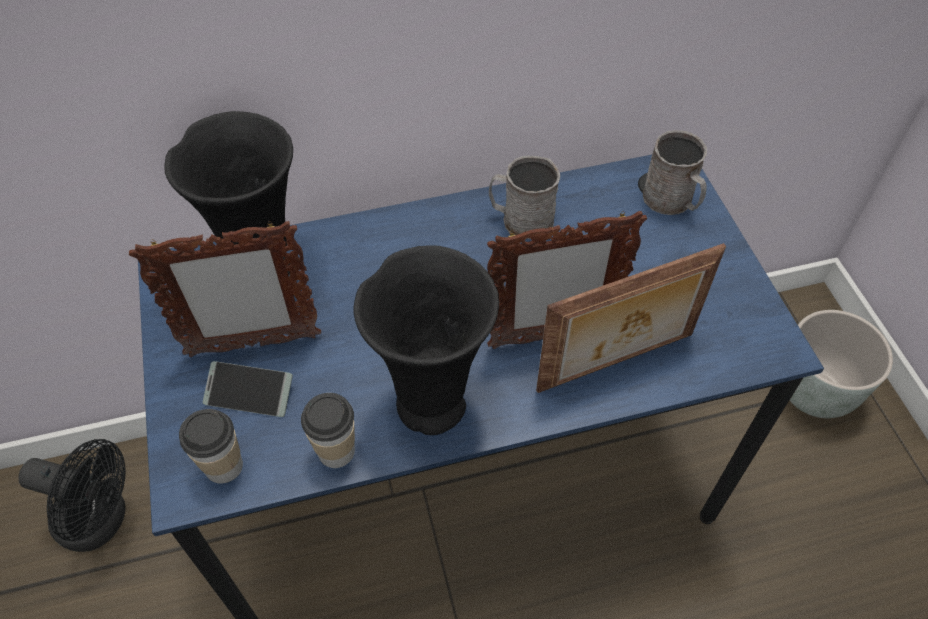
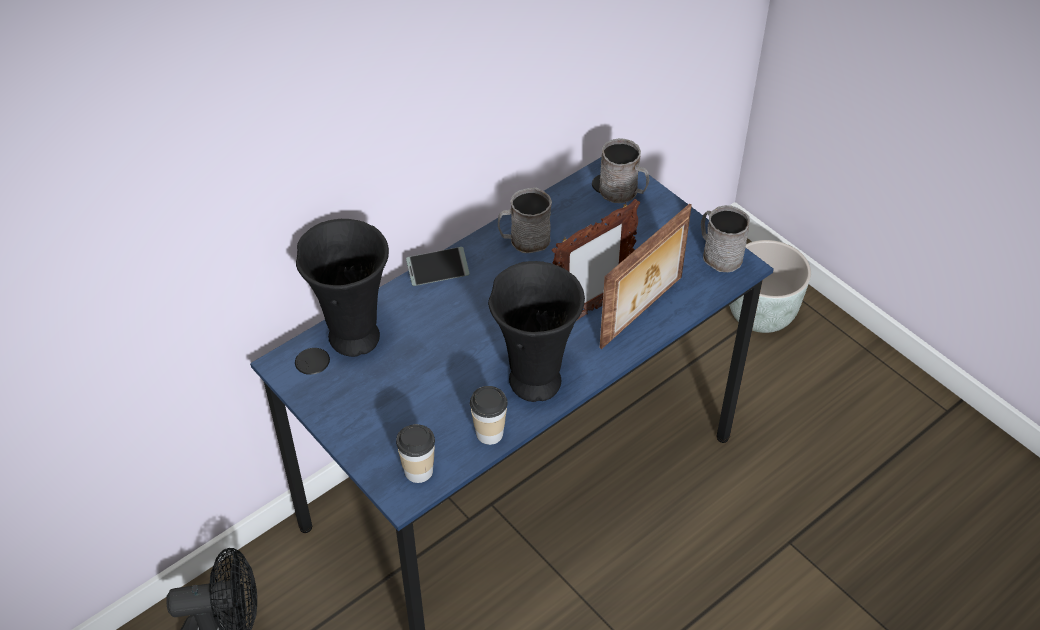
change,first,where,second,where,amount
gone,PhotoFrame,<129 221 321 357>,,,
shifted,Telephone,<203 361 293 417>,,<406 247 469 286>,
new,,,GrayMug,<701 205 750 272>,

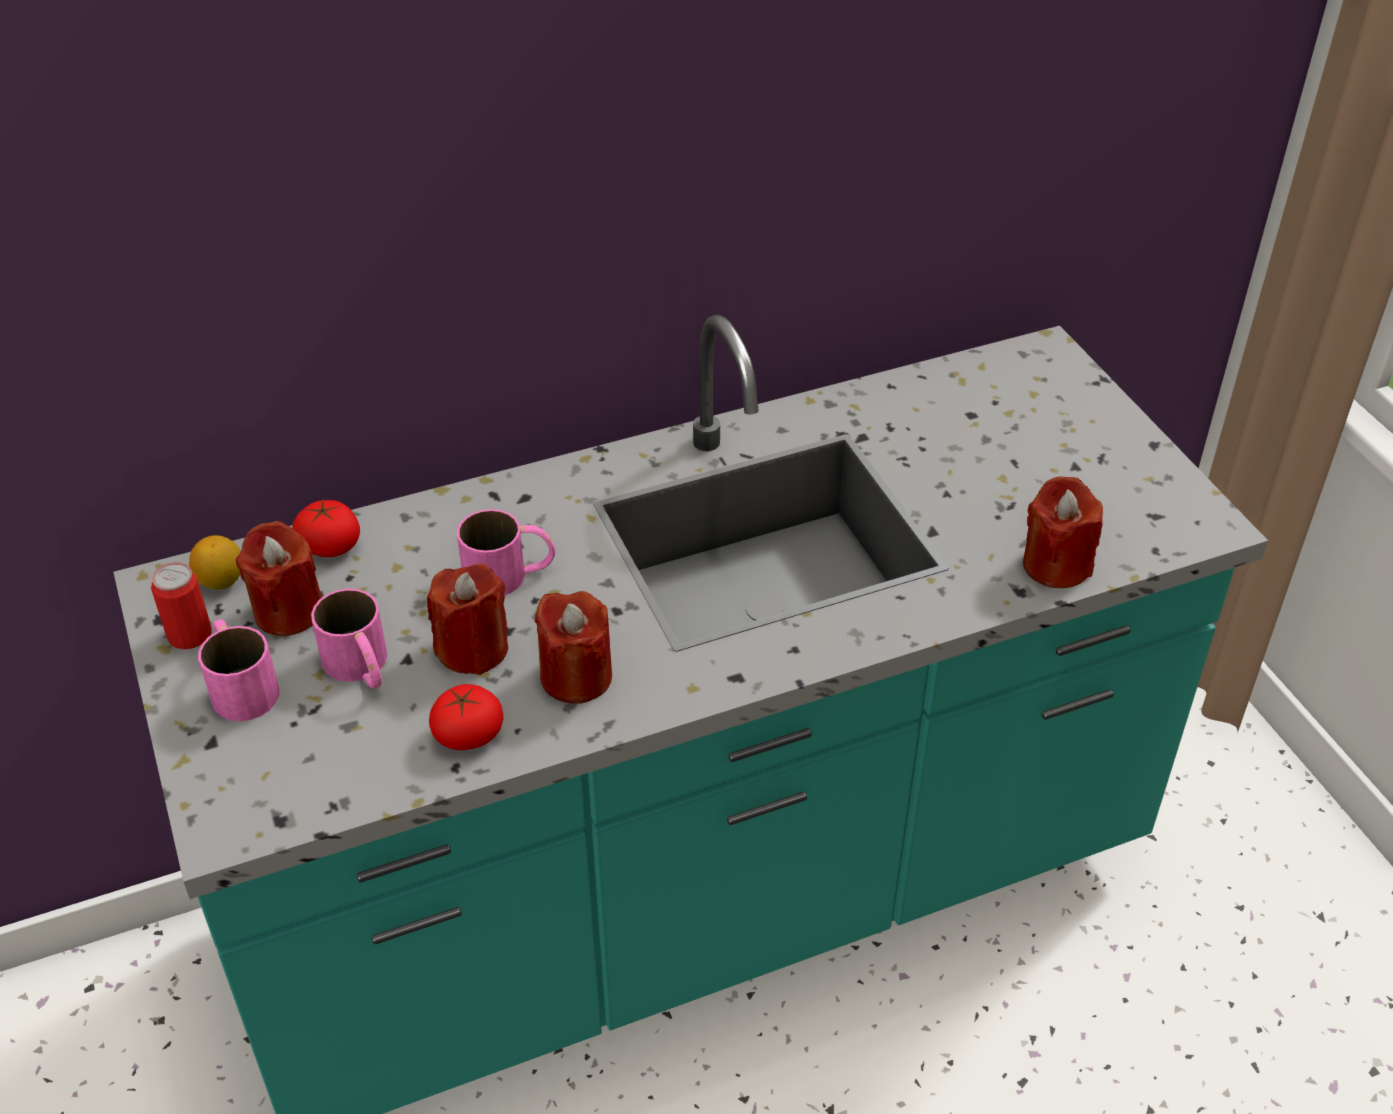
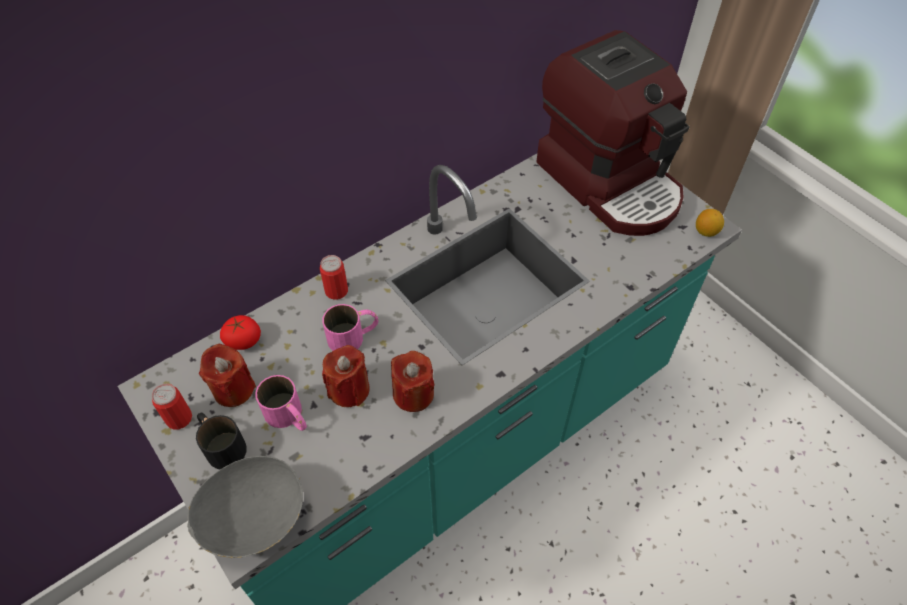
change,first,where,second,where,amount
gone,RedWaxCandle,<1023 476 1103 588>,,,
shifted,WholeLemon,<189 535 241 590>,,<696 209 724 237>,
repainted,PinkColouredMug,<198 619 279 721>,BlackishMug,<196 412 247 469>,
gone,Tomato,<429 684 503 750>,,,
new,,,CoffeeMaker,<536 30 690 236>,
new,,,Can,<320 255 348 300>,
new,,,GrayServingBowl,<187 456 303 558>,

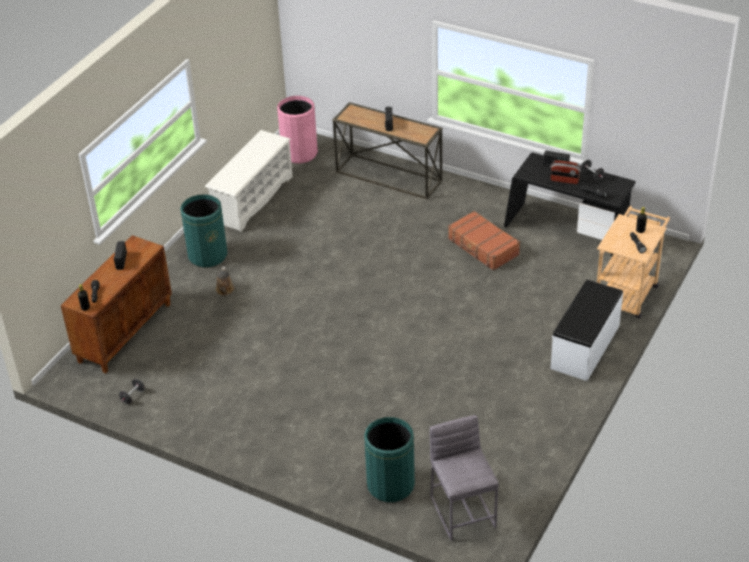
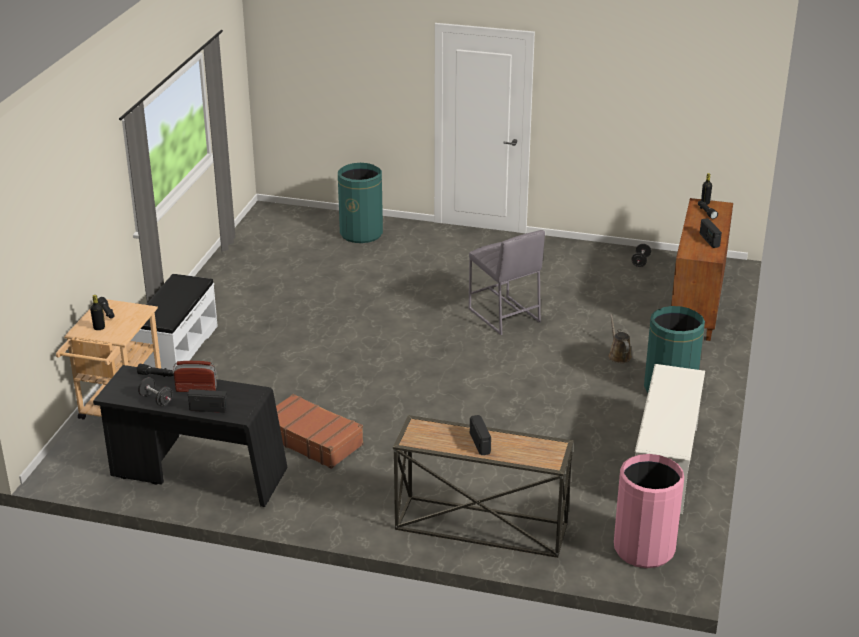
change,first,where,second,where,amount
shifted,GraySittingStool,<430 415 499 540>,,<469 230 545 335>,

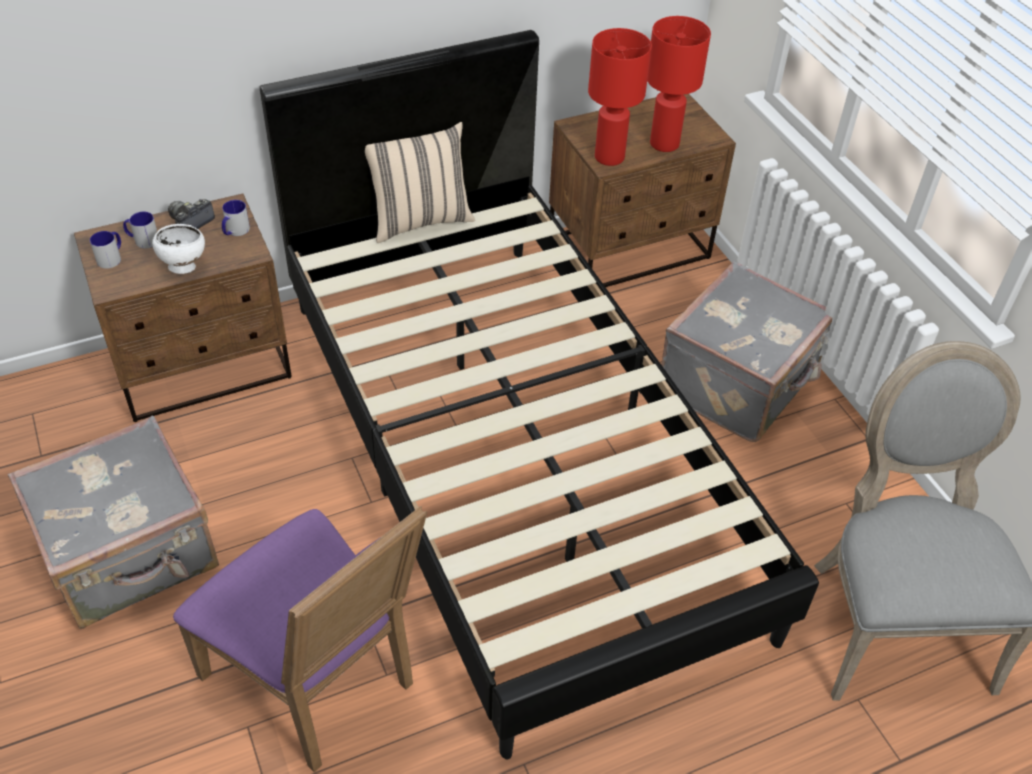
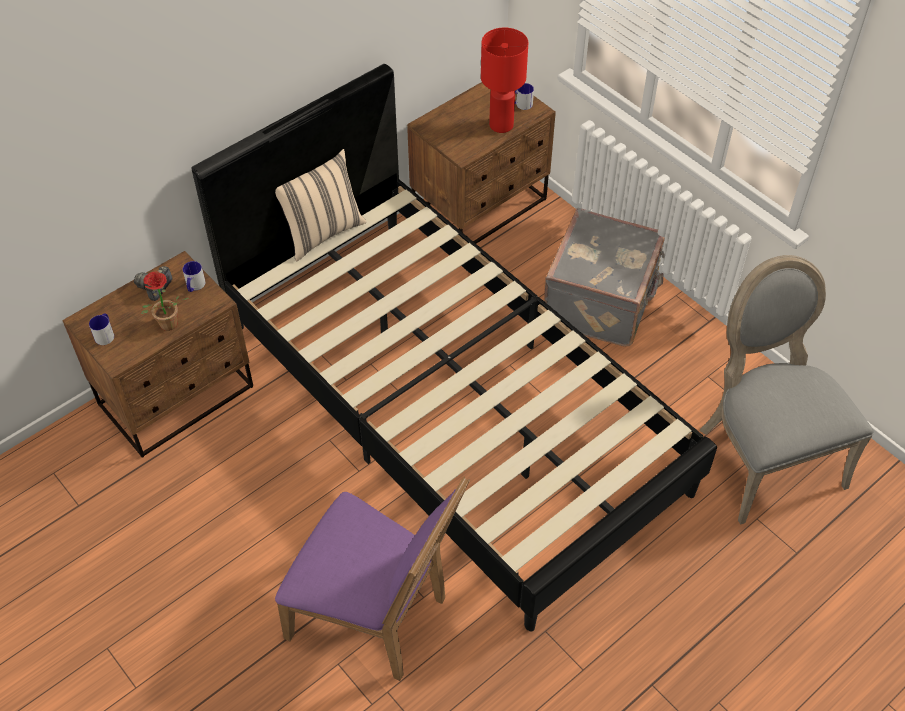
change,first,where,second,where,amount
gone,RedLampForATable,<588 28 652 166>,,,
shifted,Mug,<123 212 157 248>,,<515 83 534 110>,
swapped,WhiteServingBowl,<152 224 205 274>,PottedPlant,<141 271 189 331>,
gone,GraySuitcase,<8 415 219 629>,,,

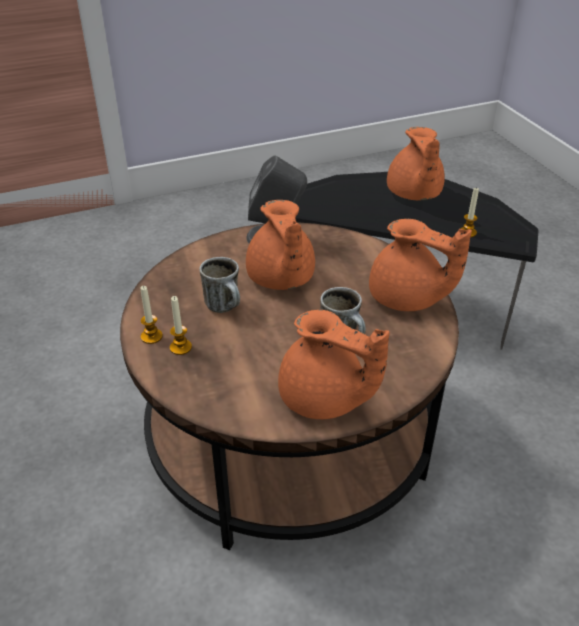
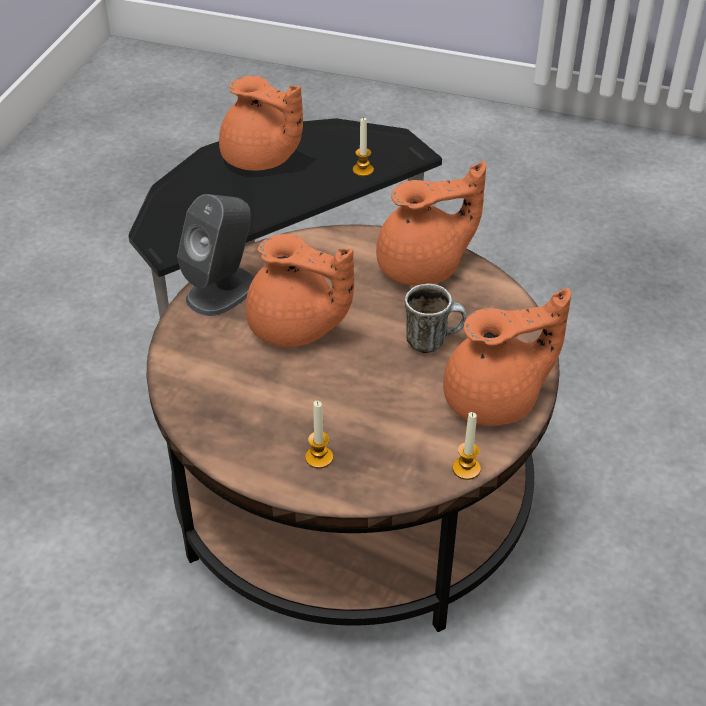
change,first,where,second,where,amount
gone,Mug,<200 257 240 313>,,,
shifted,WaxCandle,<140 286 163 344>,,<453 412 481 480>,

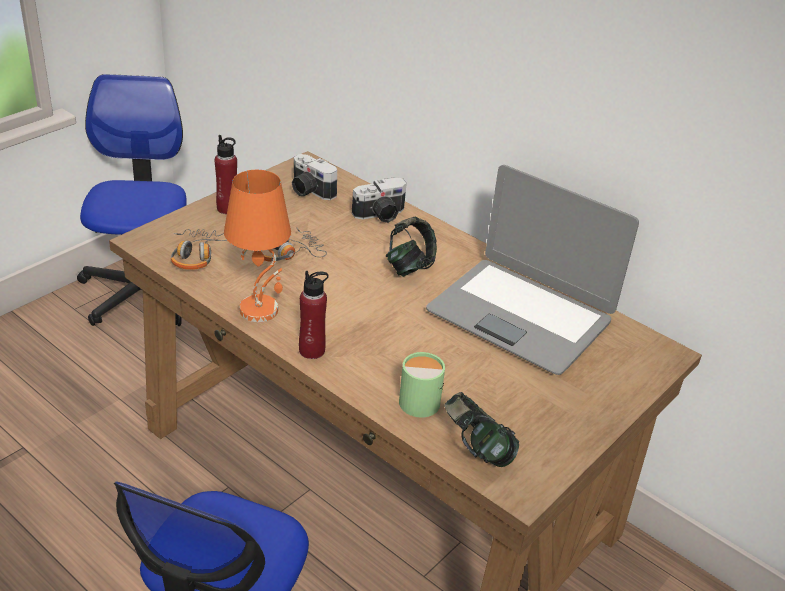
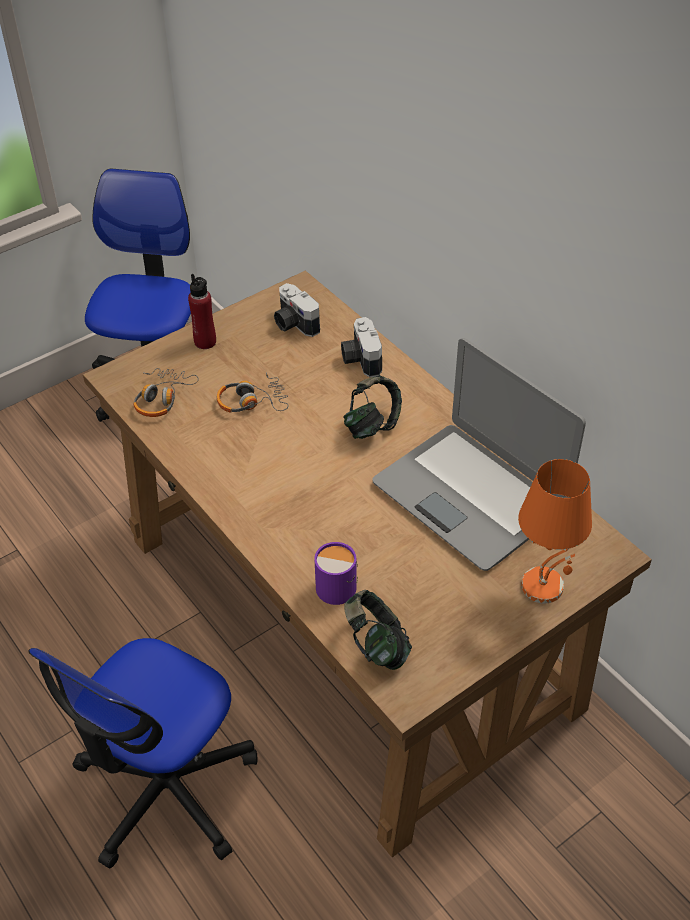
change,first,where,second,where,amount
shifted,OrangeLampForATable,<224 170 291 322>,,<518 459 592 603>,
rotated,PhotoCamera,<352 177 407 223>,,<341 317 382 377>,90 degrees clockwise
gone,RedBottle,<299 271 329 359>,,,
repainted,GreenishMug,<399 352 445 417>,PurpleColouredMug,<314 542 358 605>,

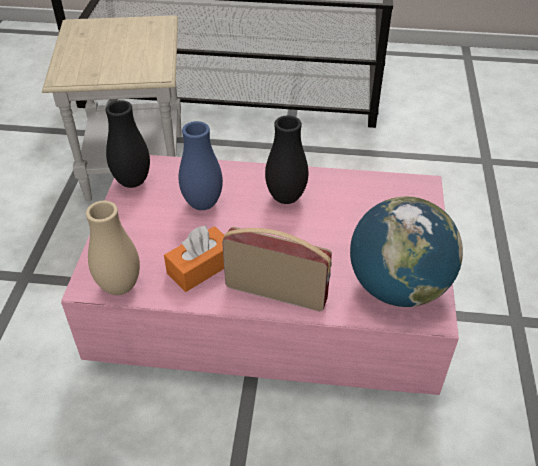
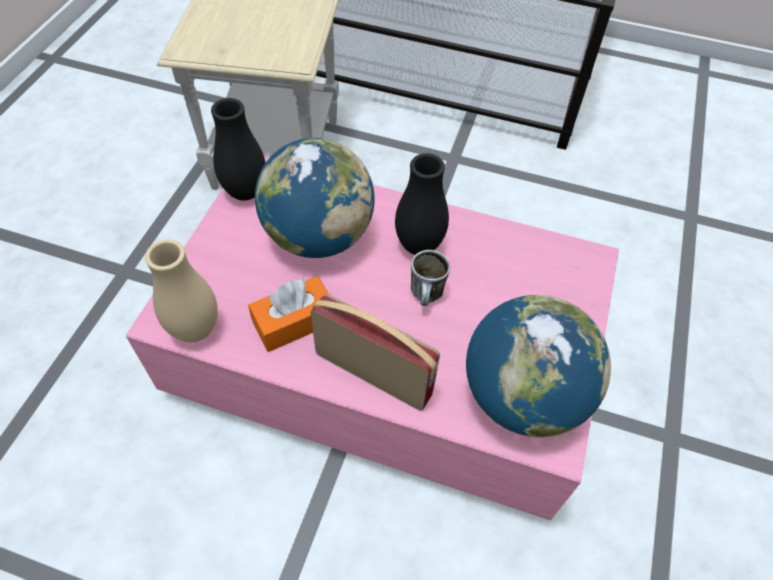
change,first,where,second,where,amount
swapped,BlueFlowerVase,<179 121 223 210>,WorldGlobe,<255 138 375 258>,
new,,,Mug,<411 250 450 306>,

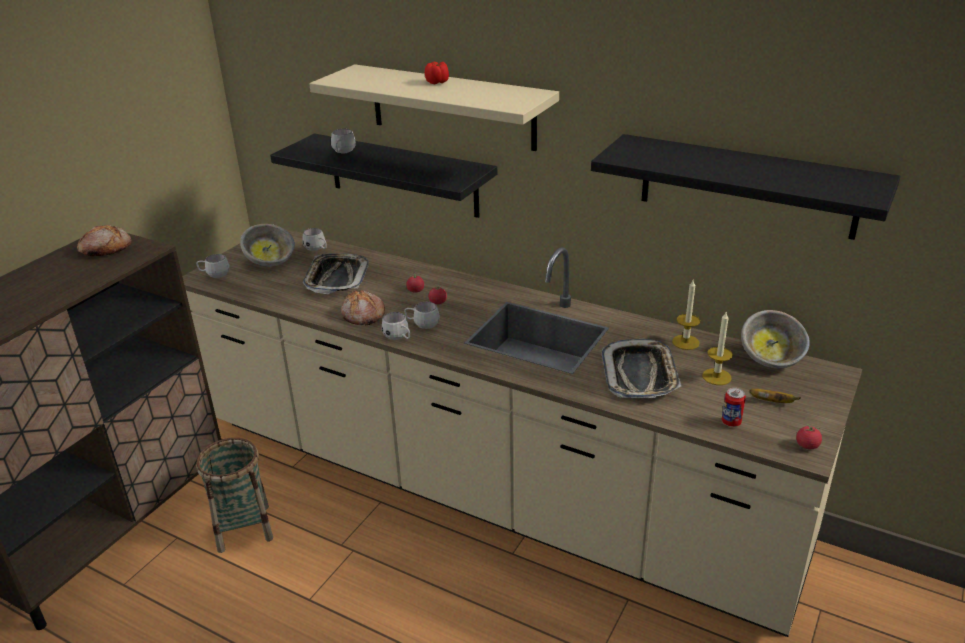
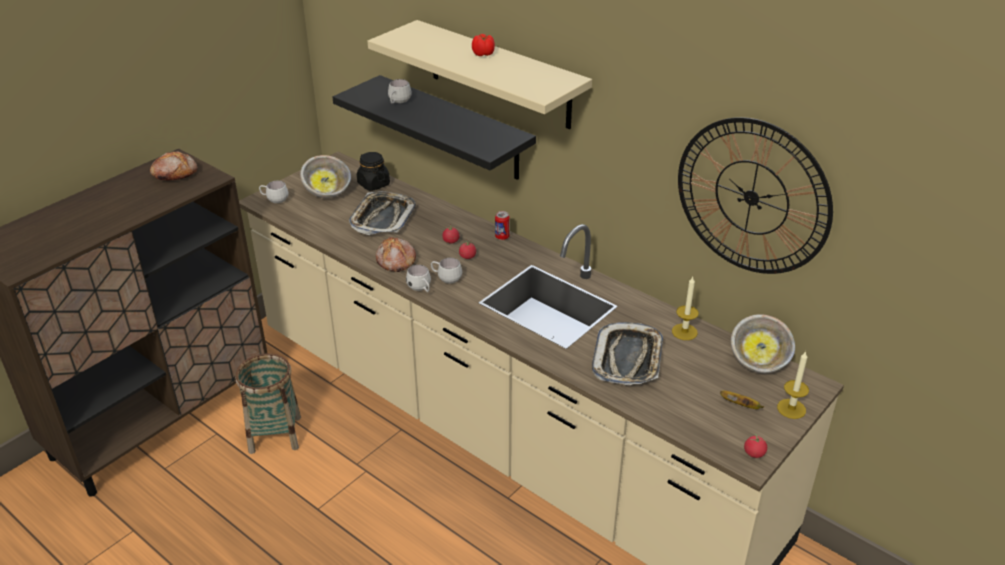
change,first,where,second,where,amount
swapped,BlackishShelf,<591 134 900 240>,WallClock,<678 117 833 274>,
swapped,WhiteMug,<302 228 326 251>,BlackishPreserveJar,<357 152 390 191>,
shifted,WaxCandle,<702 312 733 385>,,<777 351 809 419>,
shifted,Can,<722 388 746 427>,,<495 211 510 240>,

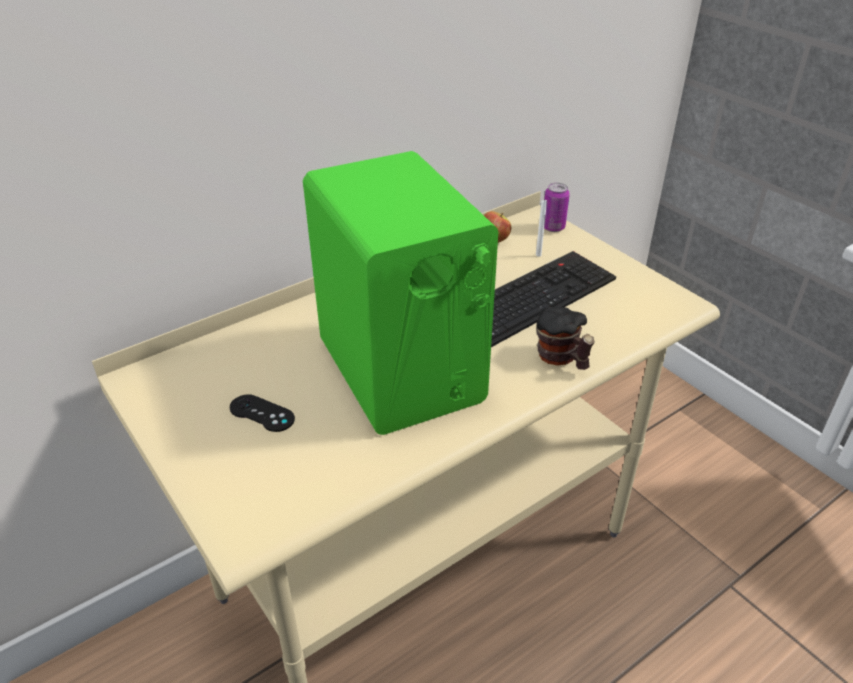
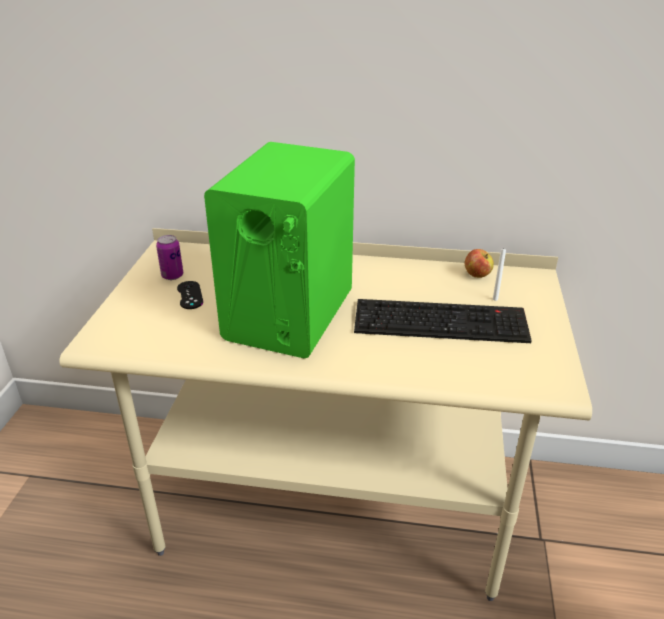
change,first,where,second,where,amount
shifted,Can,<544 183 570 232>,,<156 235 183 280>,
gone,Mug,<536 307 595 370>,,,

